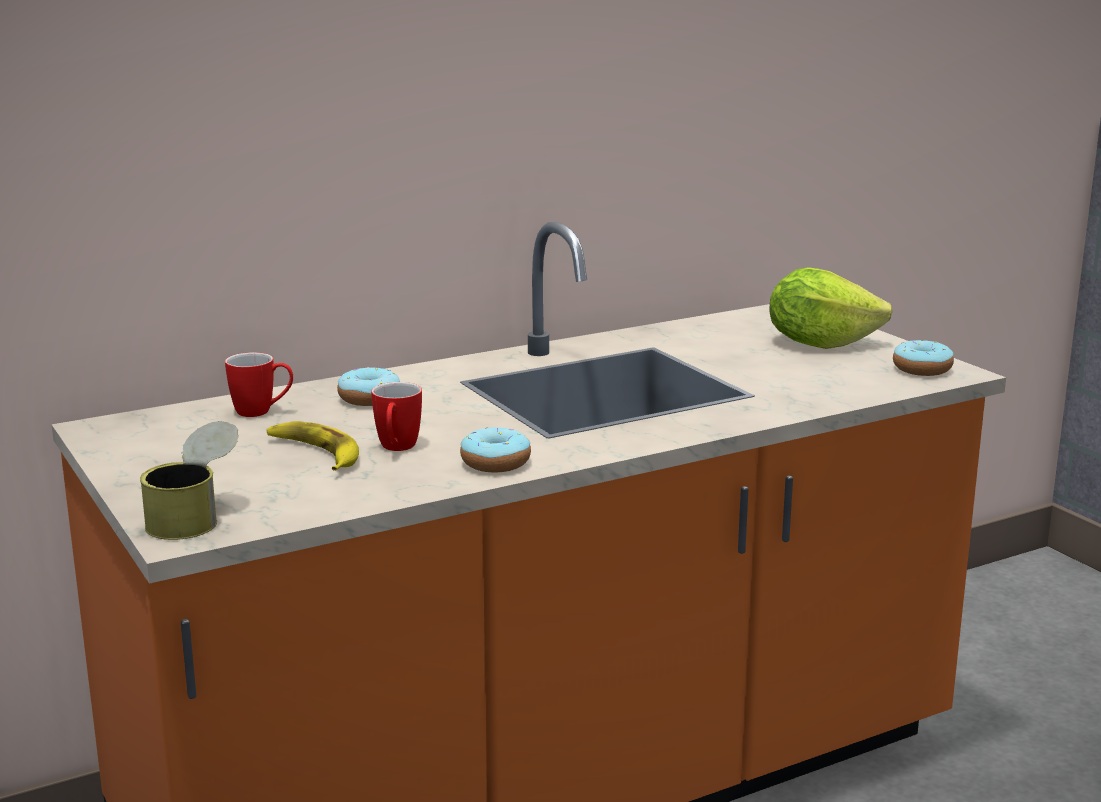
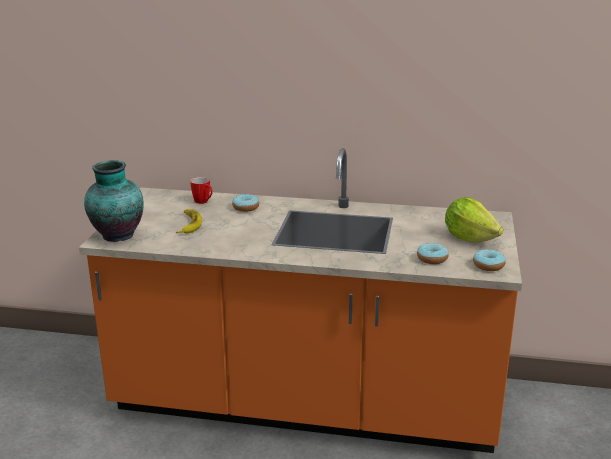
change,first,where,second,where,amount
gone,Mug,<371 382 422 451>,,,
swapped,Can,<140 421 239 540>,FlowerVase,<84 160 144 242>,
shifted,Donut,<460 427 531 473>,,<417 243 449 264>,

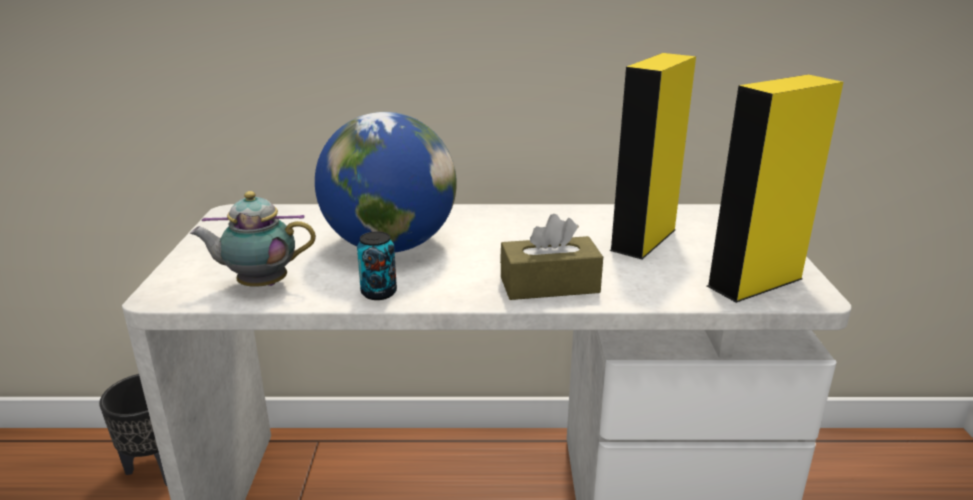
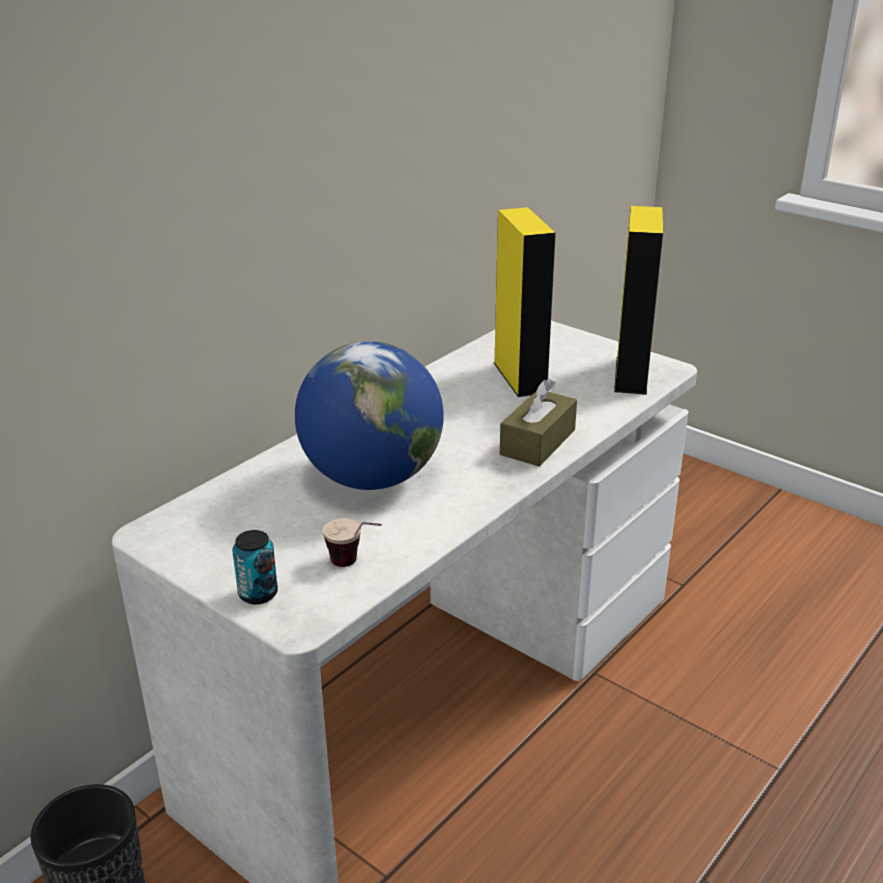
change,first,where,second,where,amount
swapped,TeaPot,<190 191 316 287>,SmallCup,<322 518 382 567>,
shifted,Can,<357 232 397 300>,,<232 530 278 604>,

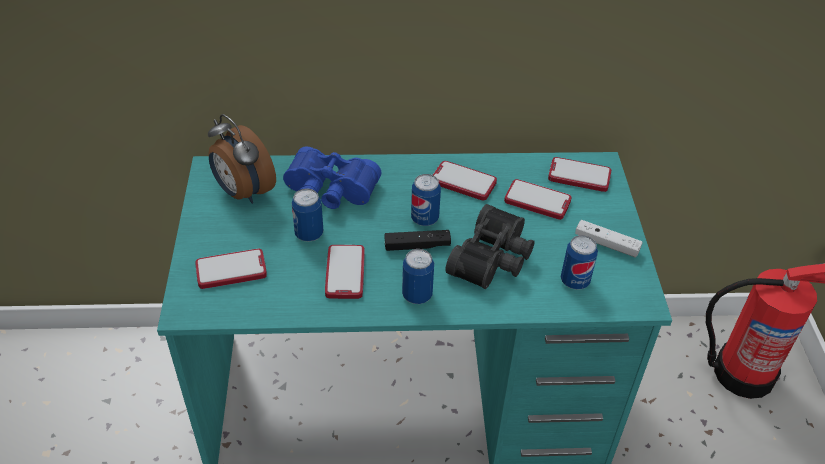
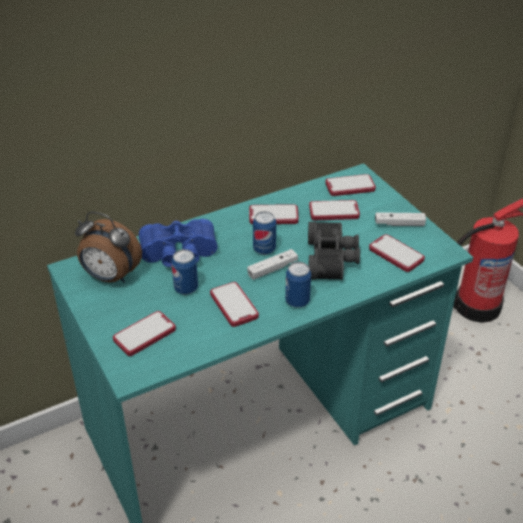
change,first,where,second,where,amount
repainted,BlackishJoypad,<384 230 451 251>,WhiteJoypad,<247 249 298 280>,
swapped,Can,<561 235 598 290>,Telephone,<369 234 425 272>,

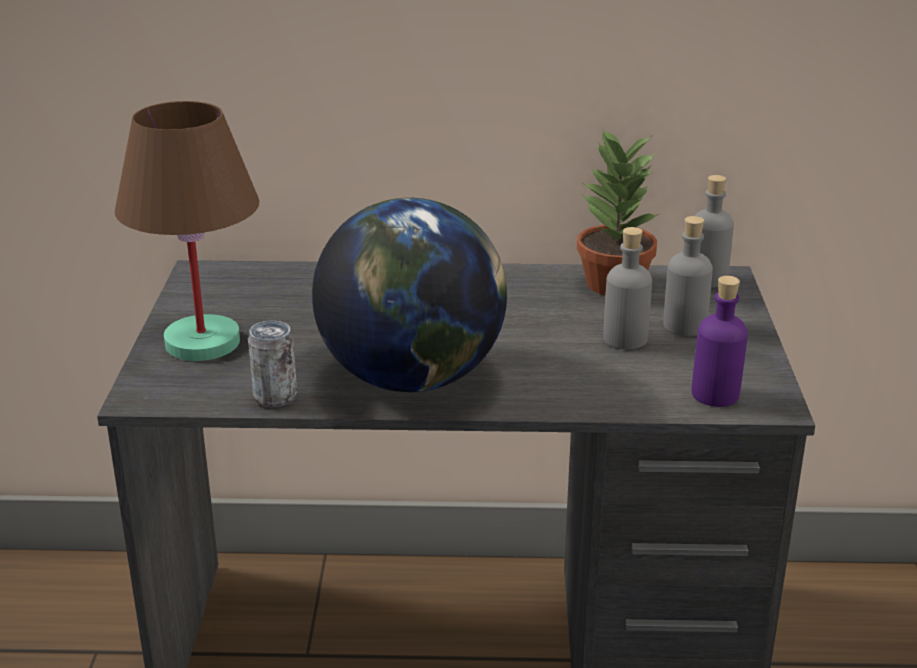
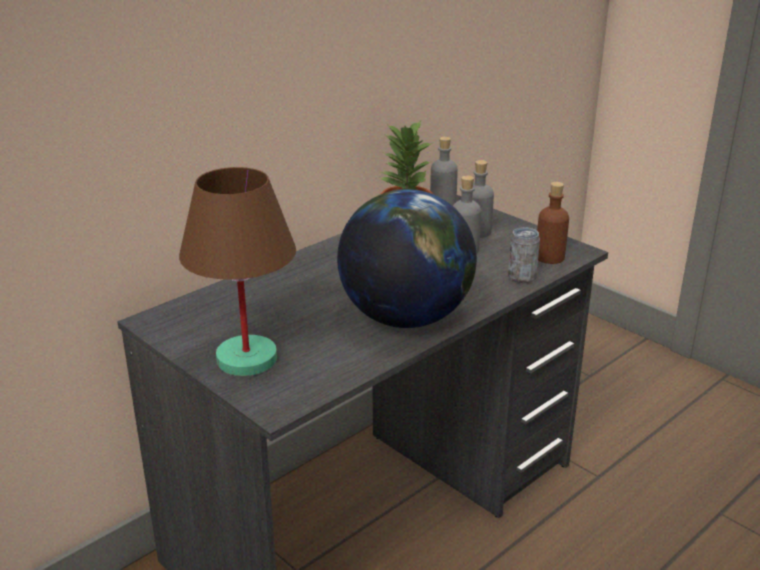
change,first,where,second,where,amount
repainted,PurpleColouredBottle,<691 276 748 407>,BrownishBottle,<537 182 569 264>,
shifted,Can,<248 320 297 408>,,<508 227 540 283>,

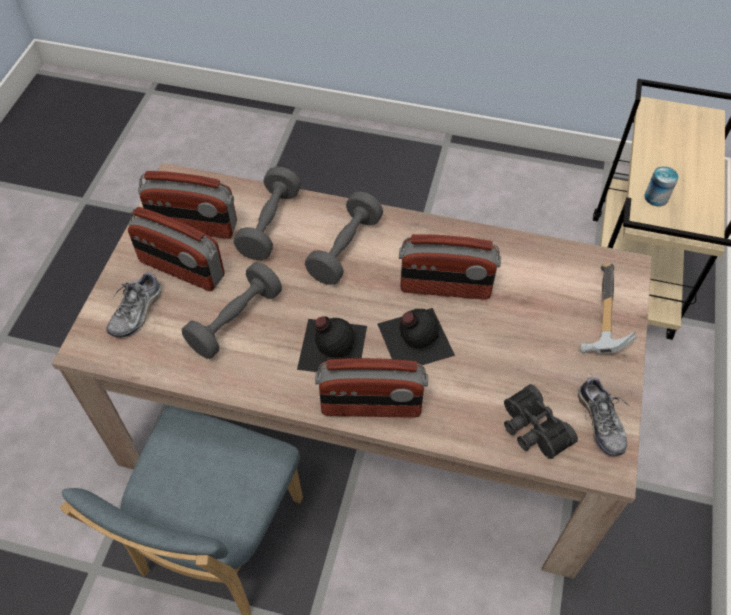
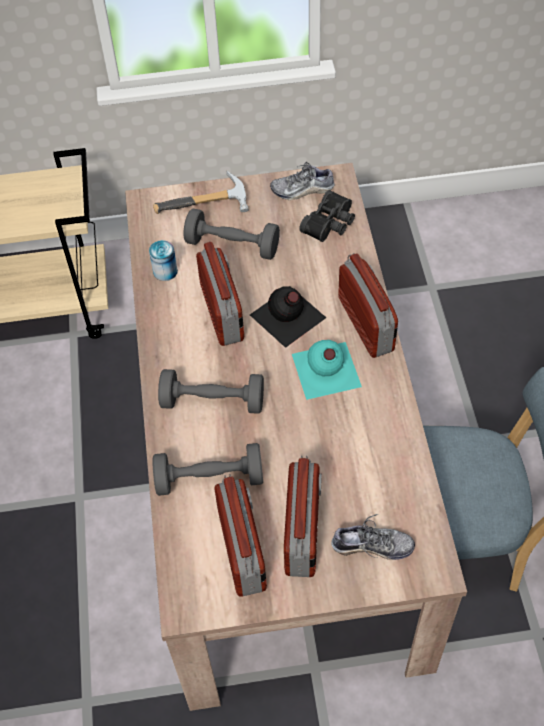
change,first,where,second,where,amount
shifted,Can,<644 166 679 206>,,<149 240 178 281>,
shifted,GrayHandWeight,<182 262 282 359>,,<183 209 280 260>,
repainted,BlackishBottle,<297 316 367 372>,TurquoiseBottle,<292 340 362 400>,
rotated,LowShoe,<578 374 631 456>,,<270 162 335 200>,150 degrees counterclockwise

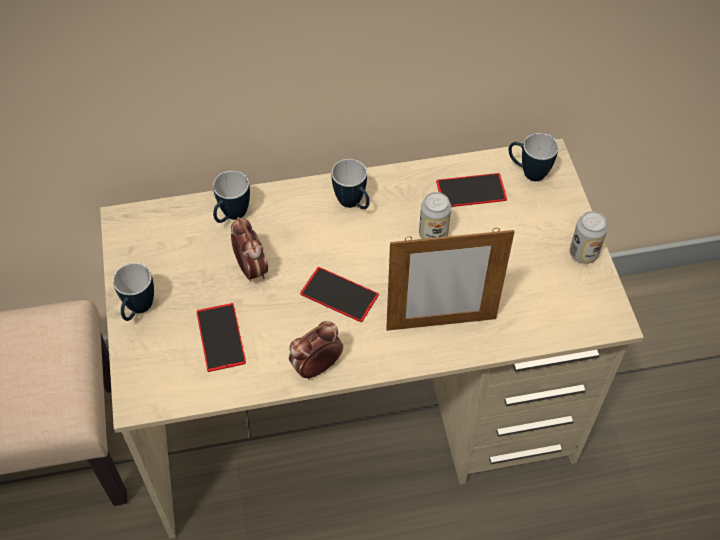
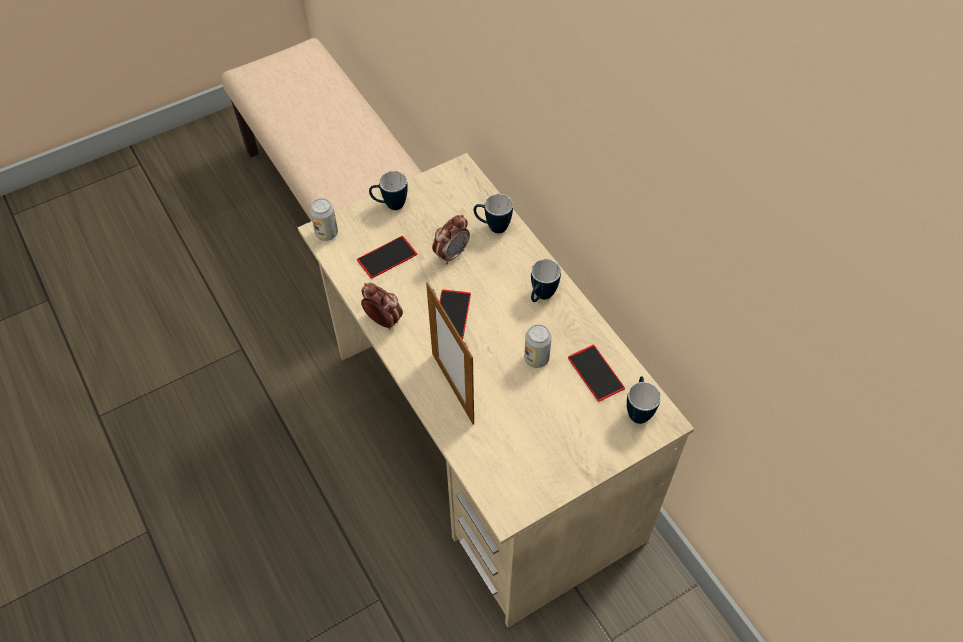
change,first,where,second,where,amount
shifted,Can,<569 211 608 264>,,<310 198 338 241>,

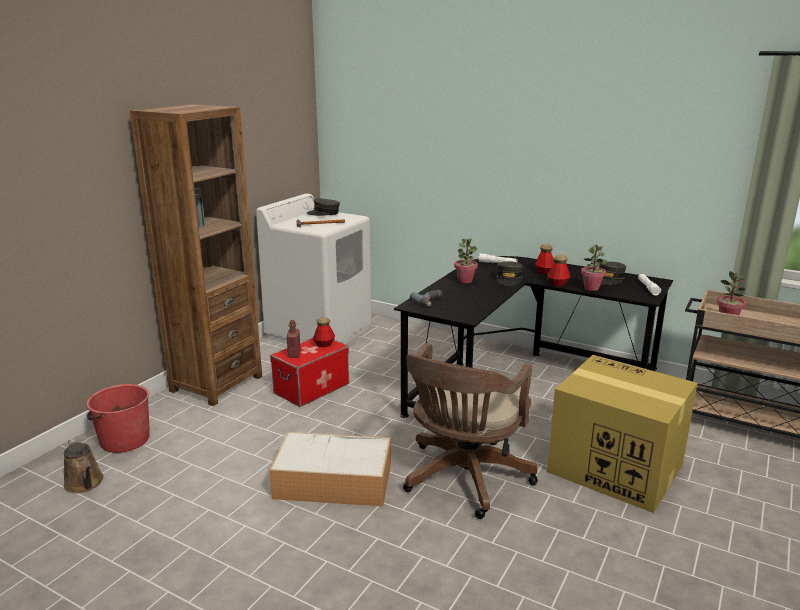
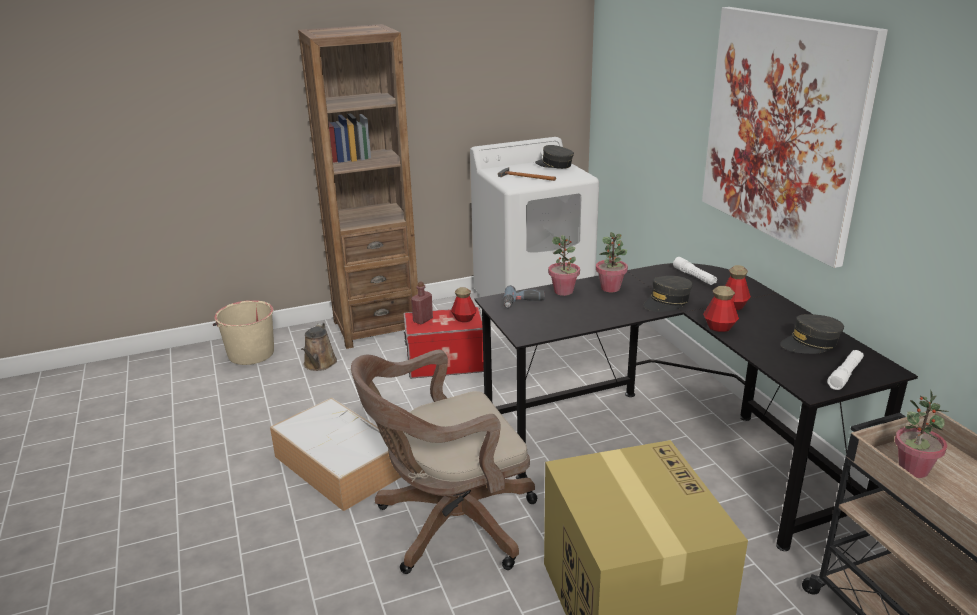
change,first,where,second,where,amount
shifted,PottedPlant,<581 245 607 291>,,<548 235 580 296>,
repainted,RedPail,<86 384 150 453>,BeigeColouredPail,<213 300 274 365>,
shifted,BrownishSprinklingCan,<64 438 104 493>,,<301 323 337 371>,
new,,,Picture,<702 7 888 268>,

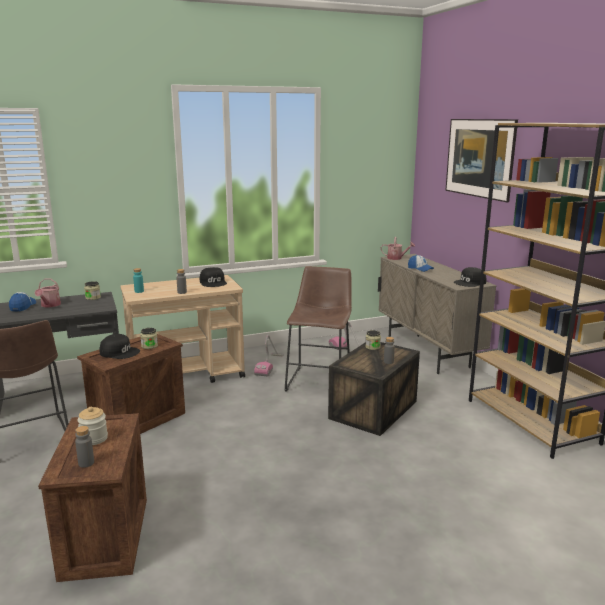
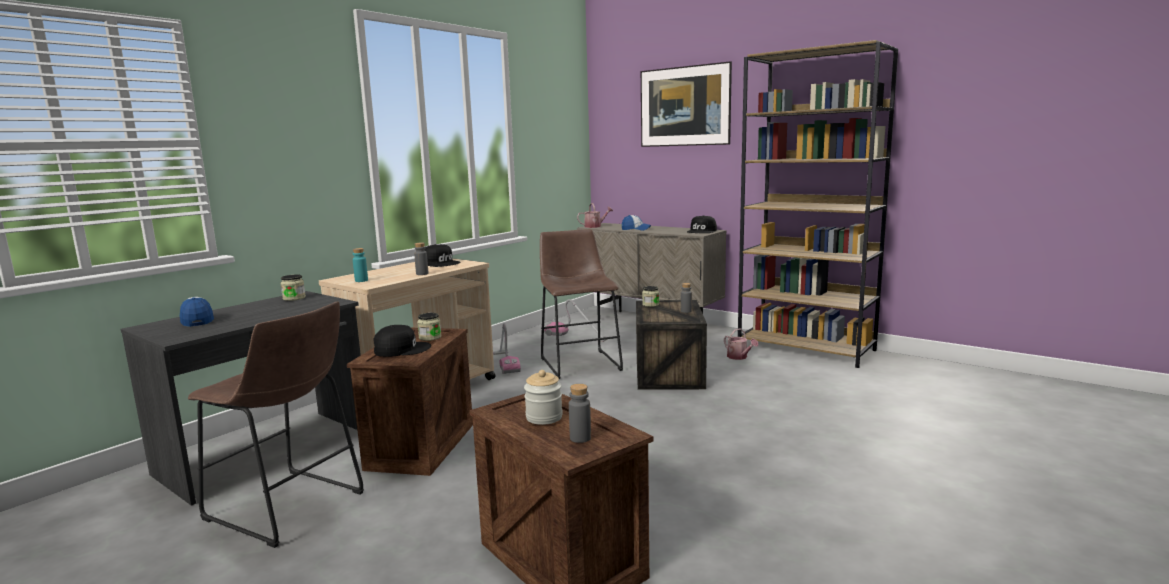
change,first,where,second,where,amount
shifted,SprinklingCan,<34 278 61 307>,,<724 328 759 360>,

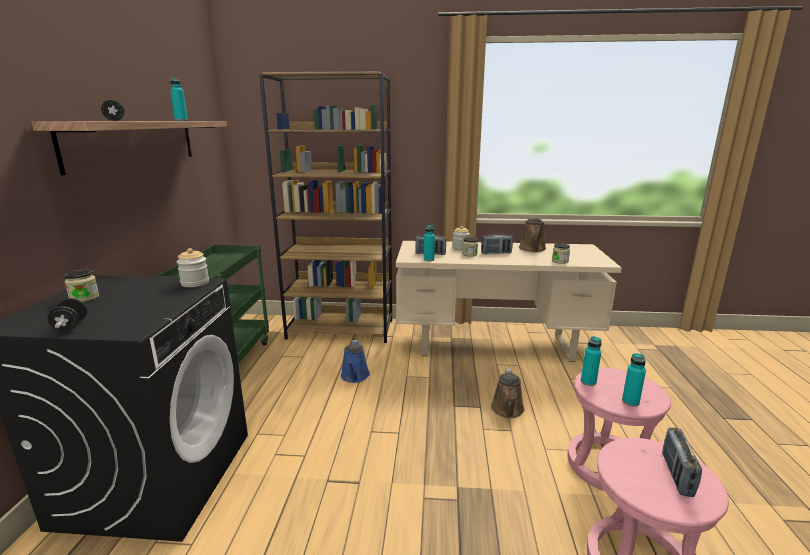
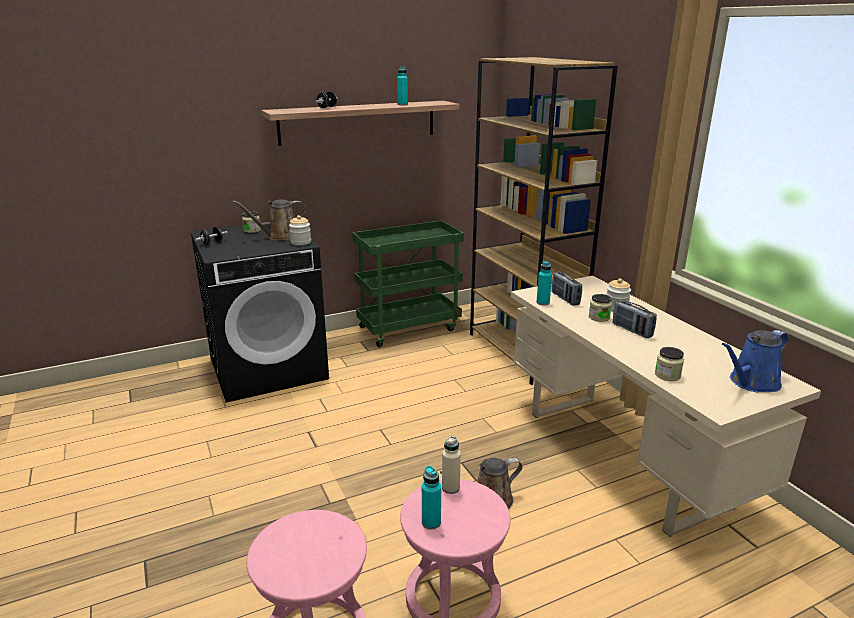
change,first,where,second,where,amount
shifted,BrownishSprinklingCan,<519 217 546 252>,,<233 199 306 240>,
repainted,TurquoiseBottle,<581 336 602 386>,BeigeColouredBottle,<442 436 461 494>,
shifted,BlueSprinklingCan,<341 340 370 383>,,<722 330 788 392>,
gone,Radio,<662 428 702 497>,,,

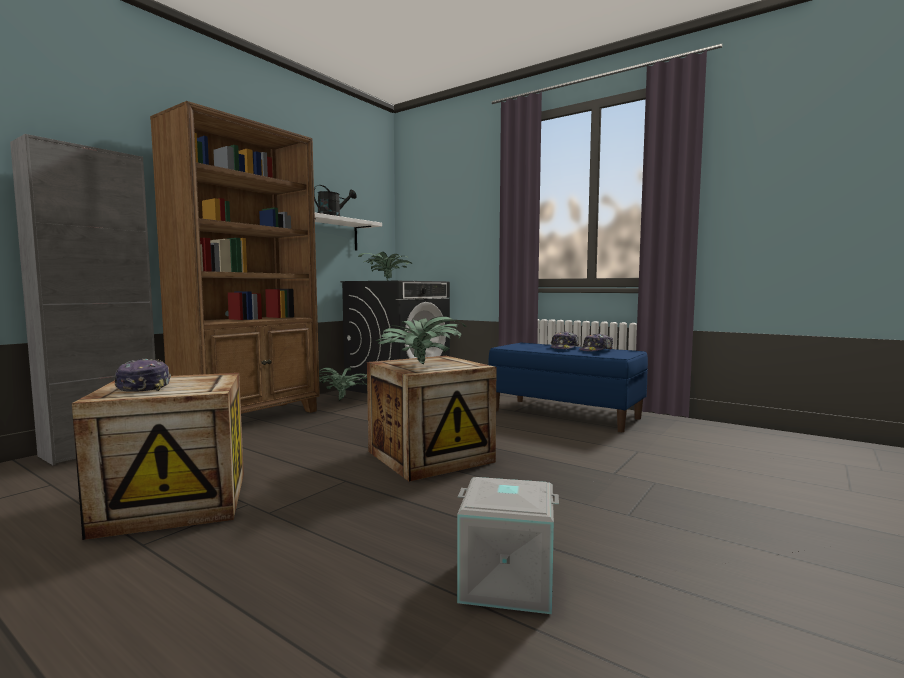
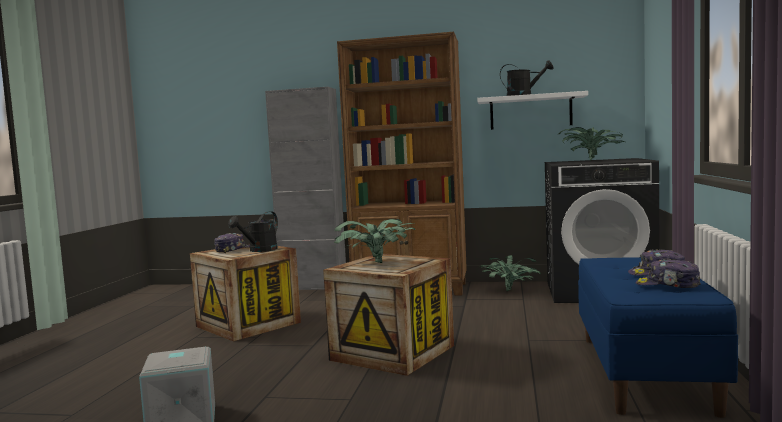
change,first,where,second,where,amount
new,,,BlackishSprinklingCan,<228 211 278 252>,

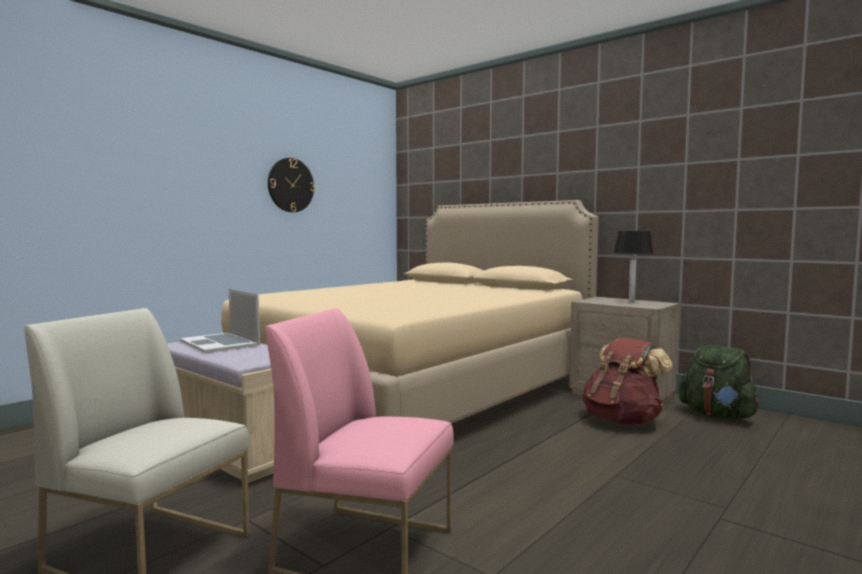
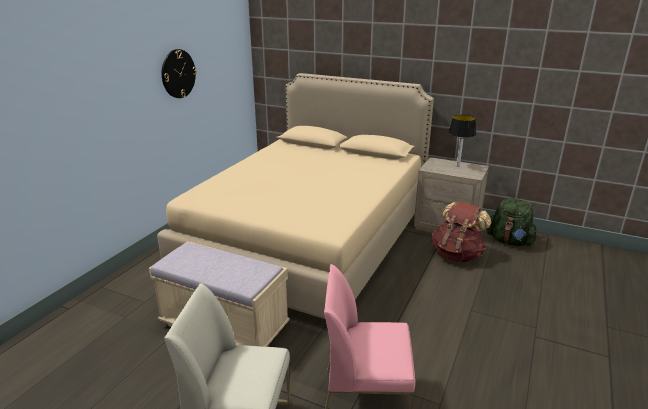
change,first,where,second,where,amount
gone,NotebookComputer,<180 288 260 353>,,,

